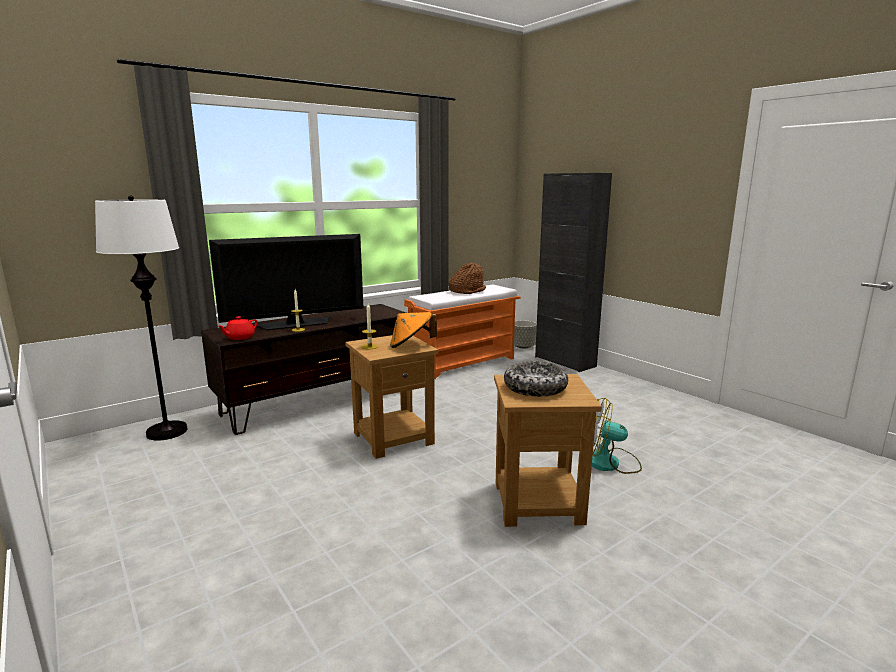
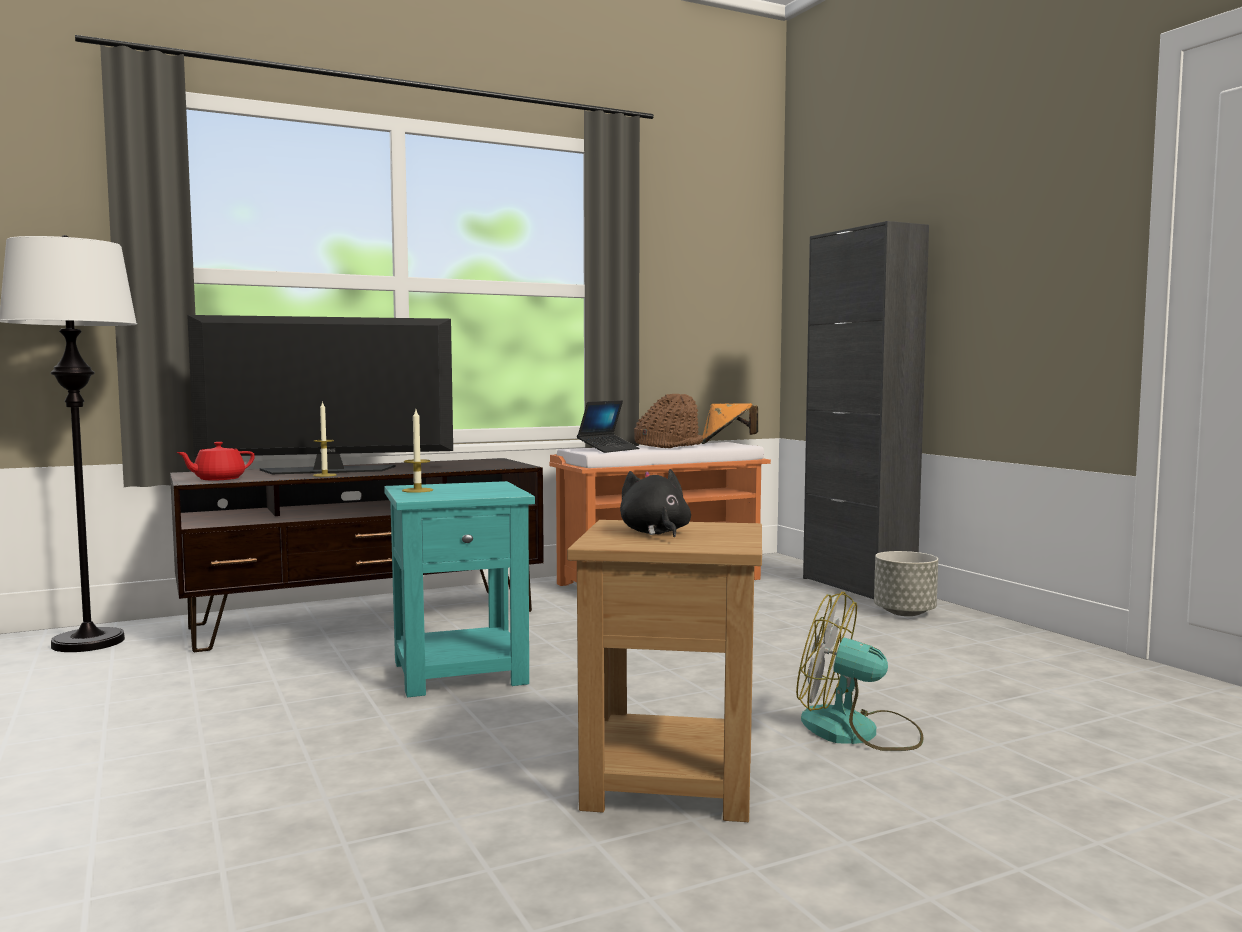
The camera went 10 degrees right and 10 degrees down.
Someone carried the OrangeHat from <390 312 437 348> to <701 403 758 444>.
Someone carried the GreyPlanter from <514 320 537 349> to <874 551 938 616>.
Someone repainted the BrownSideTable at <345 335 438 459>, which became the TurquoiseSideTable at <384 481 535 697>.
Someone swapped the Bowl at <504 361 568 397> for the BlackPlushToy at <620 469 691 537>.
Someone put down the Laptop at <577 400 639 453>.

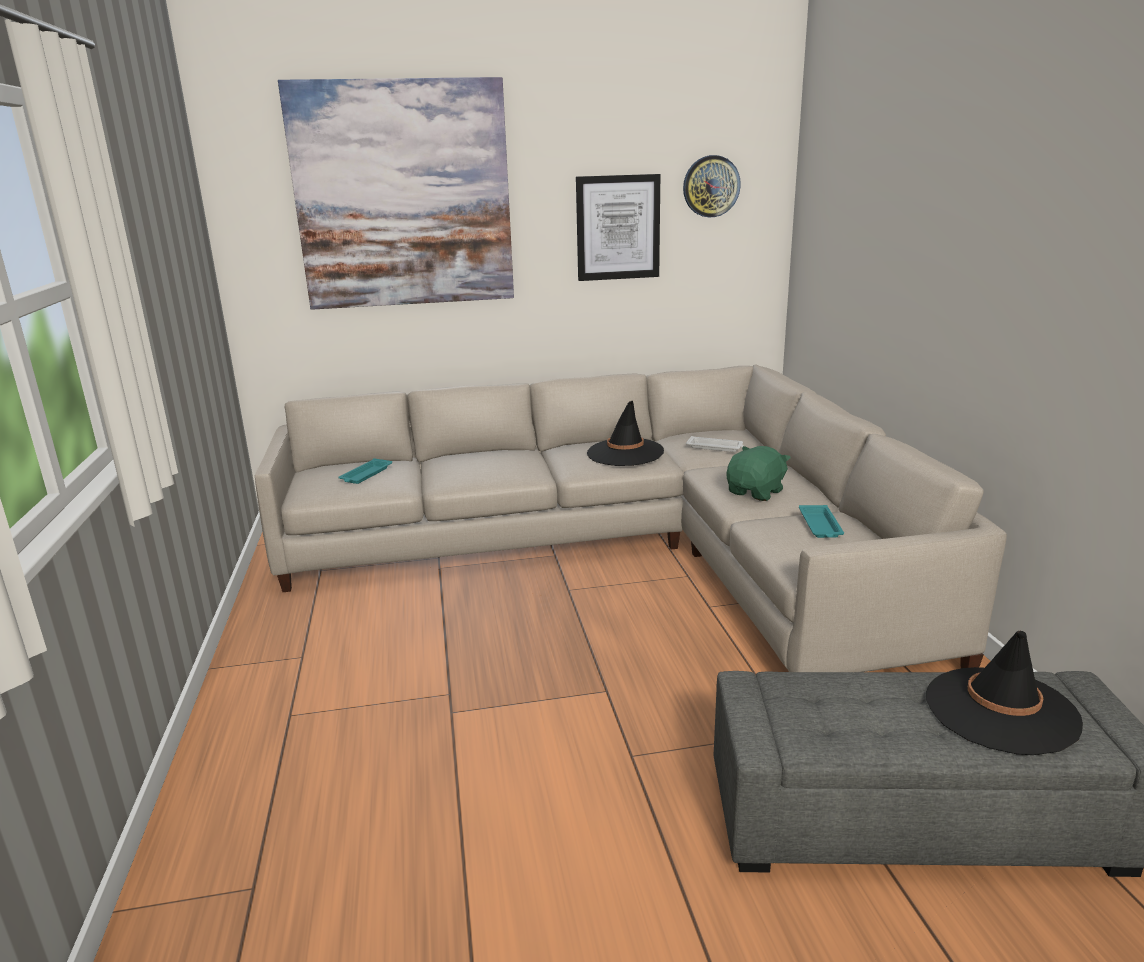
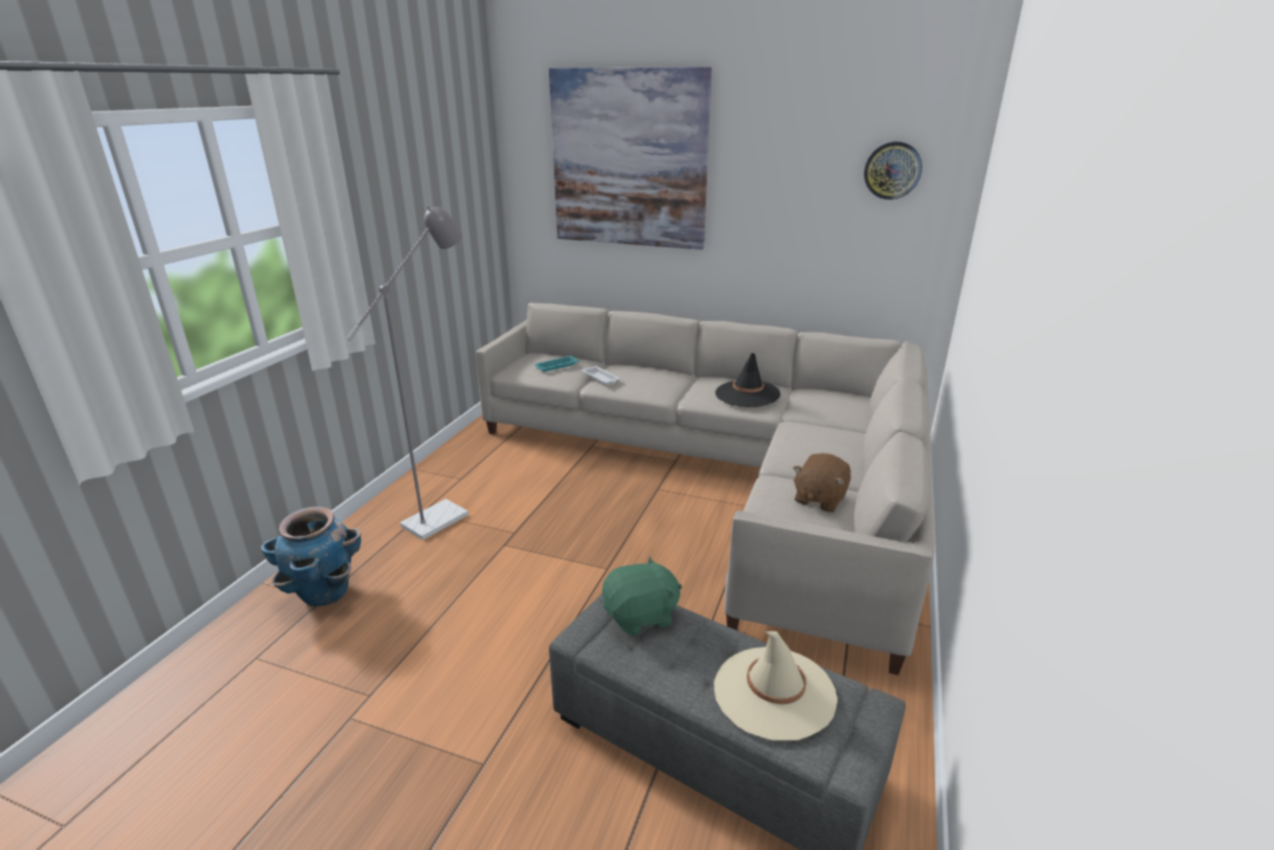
The camera went 30 degrees right and 5 degrees up.
Someone took away the Picture at <576 174 660 281>.
Someone carried the WhiteTray from <686 436 744 452> to <581 365 620 385>.
Someone carried the GreenPlushToy from <727 446 791 501> to <602 556 682 636>.
Someone swapped the TurquoiseTray at <799 505 844 538> for the BrownPlushToy at <793 453 851 513>.
Someone repainted the BlackHat at <926 631 1083 755>, which became the BeigeHat at <714 631 838 741>.
Someone put down the GreyFloorLamp at <346 206 469 540>.
Someone put down the Planter at <261 506 361 606>.

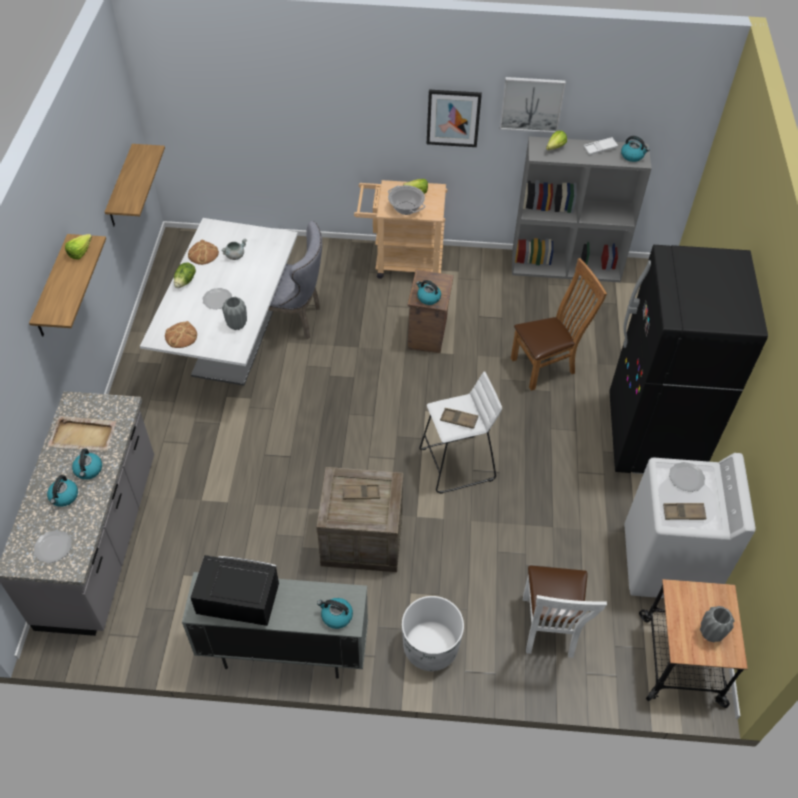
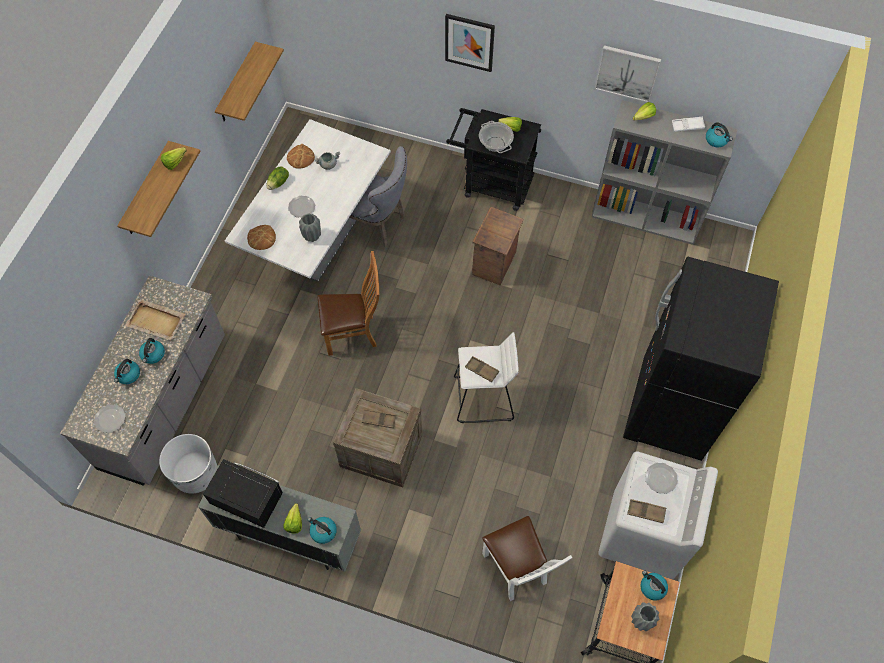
The camera went 15 degrees right and 10 degrees up.
Someone carried the Picture from <427 90 482 147> to <445 14 495 72>.
Someone repainted the BeigeCart at <354 180 447 279>, which became the BlackCart at <446 108 541 211>.
Someone carried the BrownChair from <511 258 607 391> to <317 251 379 356>.
Someone carried the Kettle from <416 280 441 305> to <640 570 668 601>.
Someone rotated the WhiteChair at <523 566 607 658> by 45 degrees counterclockwise.
Someone carried the WhitePlanter from <402 596 464 671> to <159 434 217 493>.
Someone put down the Lettuce at <283 503 302 533>.

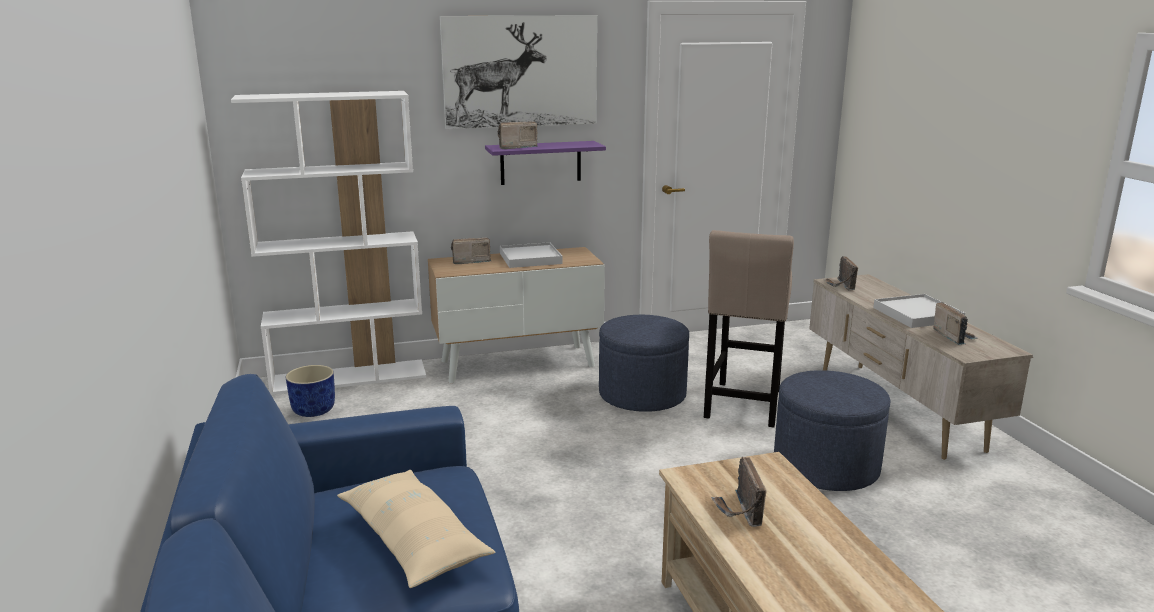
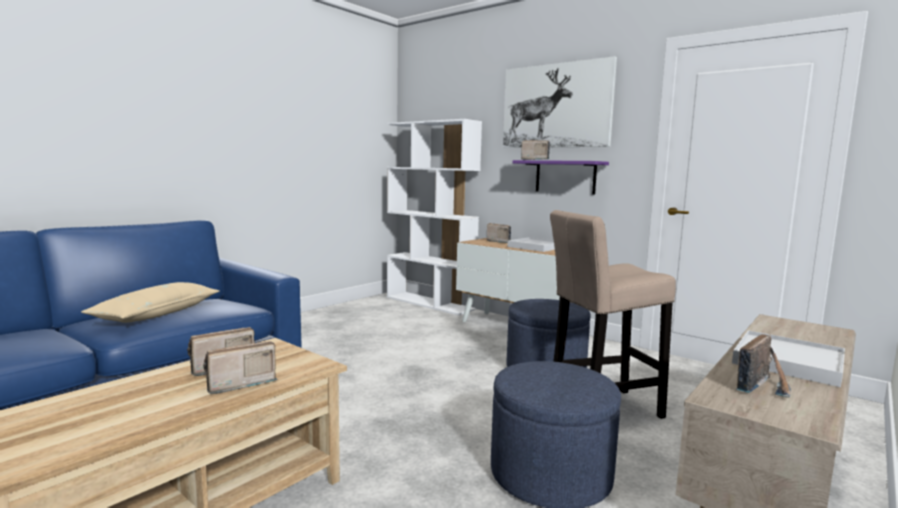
The camera went 55 degrees right and 10 degrees down.
Someone carried the Radio from <824 256 858 291> to <203 341 278 394>.
Someone took away the BluePlanter at <286 365 335 417>.

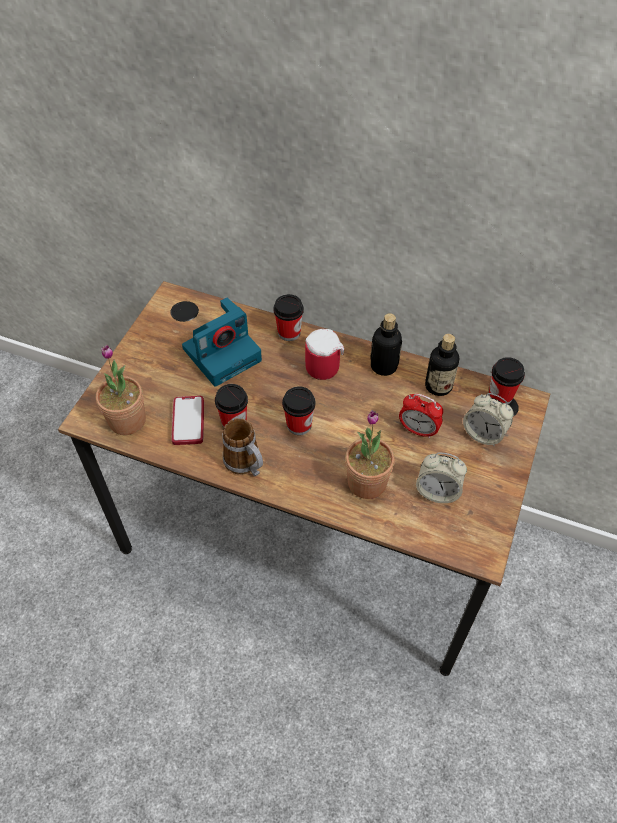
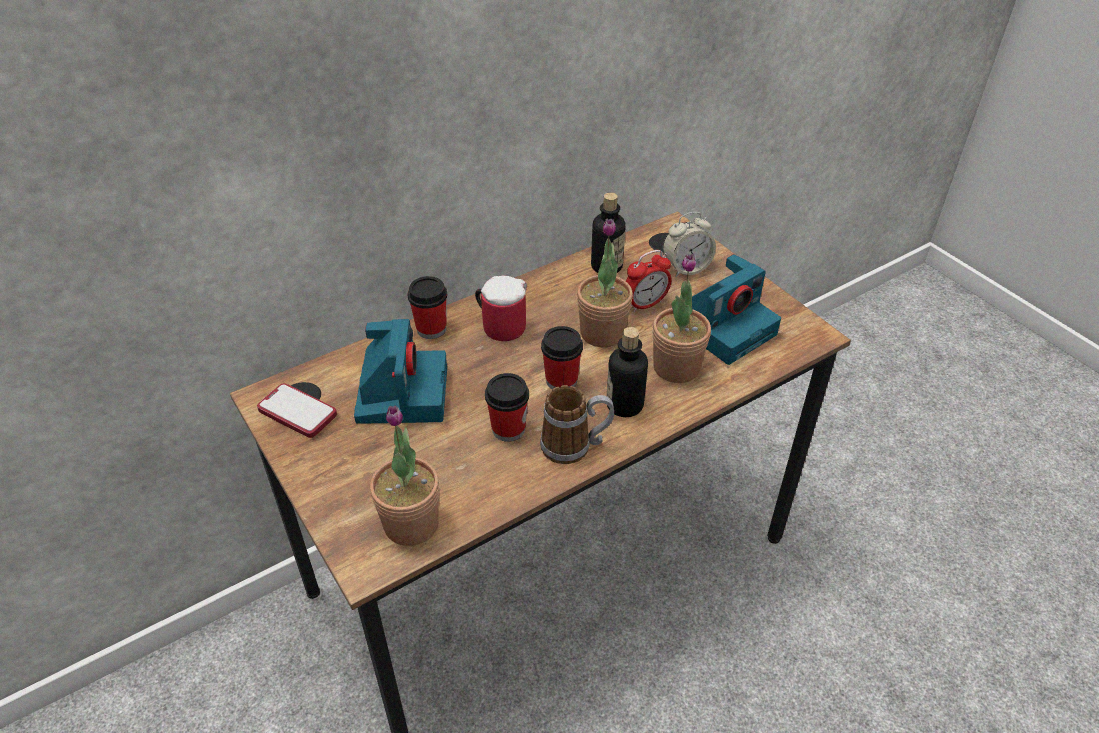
The camera went 55 degrees left and 10 degrees down.
Someone carried the Bottle from <370 313 402 376> to <607 327 648 417>.
Someone took away the Cup at <489 357 525 404>.
Someone carried the Phone from <171 396 204 445> to <257 383 337 438>.
Someone swapped the AlarmClock at <416 453 467 503> for the PhotoCamera at <692 254 781 365>.
Someone put down the PottedPlant at <577 219 633 347>.

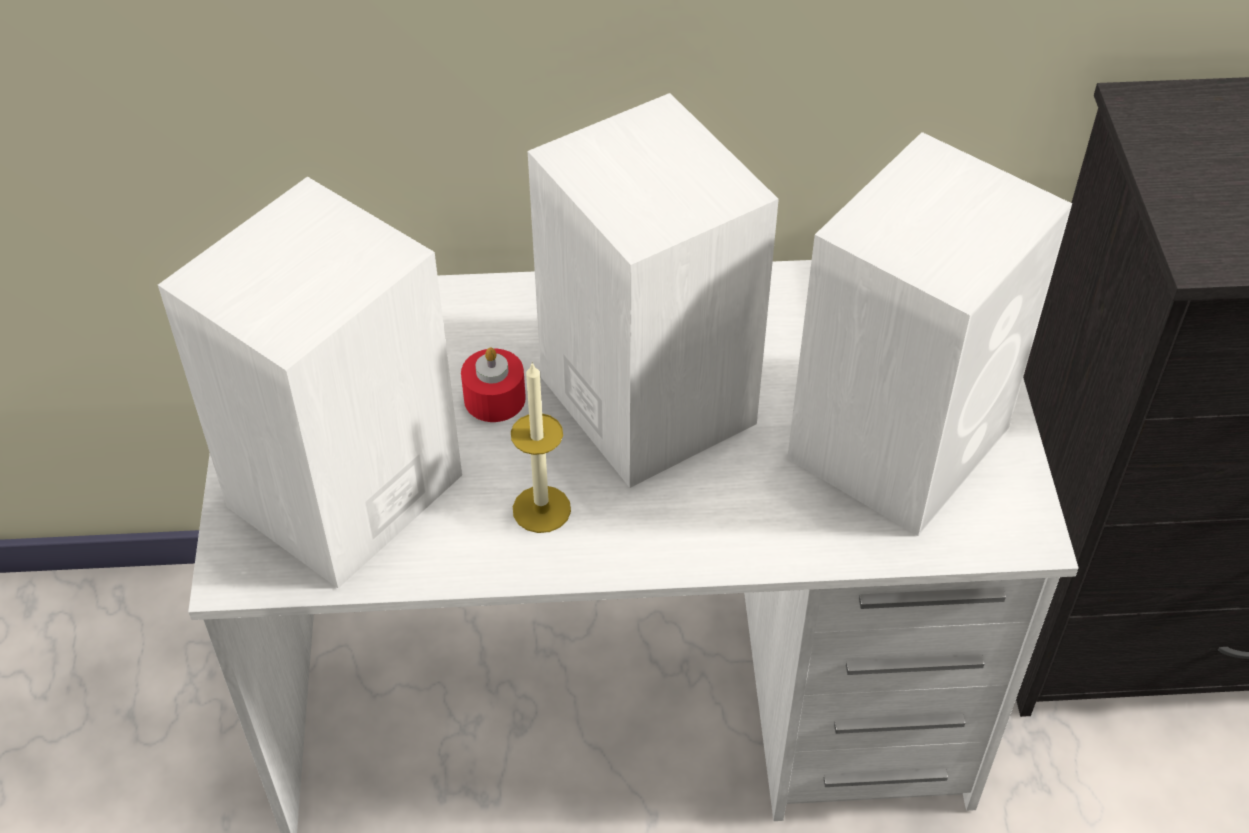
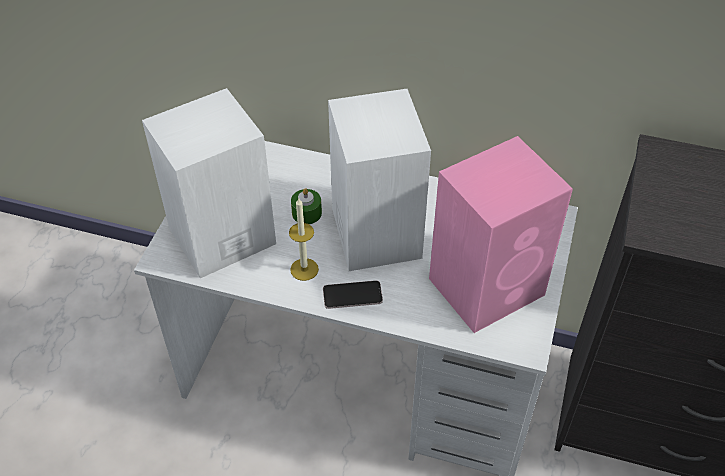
The camera went 20 degrees right and 0 degrees up.
Someone repainted the WhiteSpeaker at <787 132 1072 536>, which became the PinkSpeaker at <429 136 573 333>.
Someone repainted the RedCandle at <461 347 526 422>, which became the GreenCandle at <291 188 322 224>.
Someone put down the Phone at <323 280 383 309>.

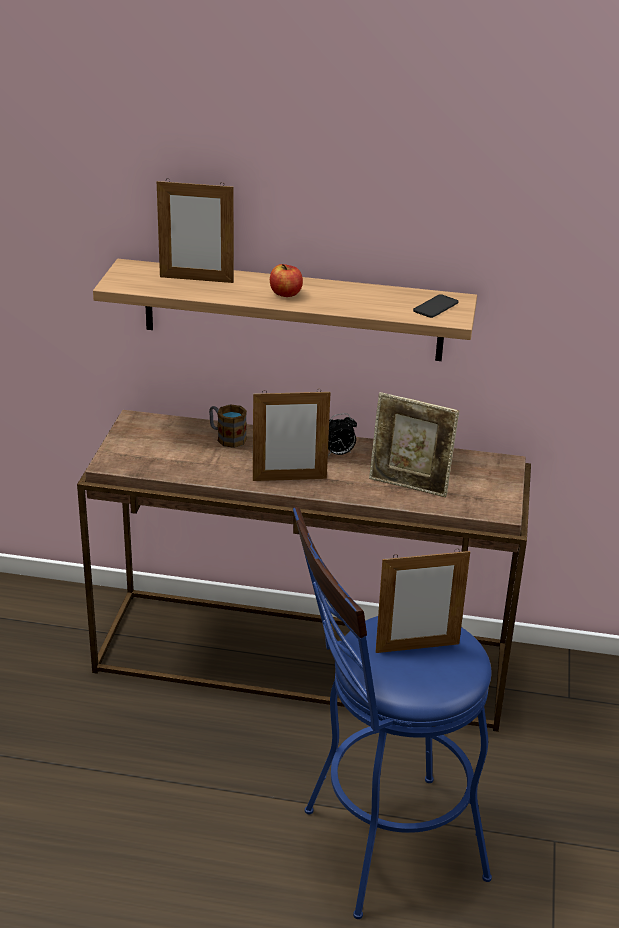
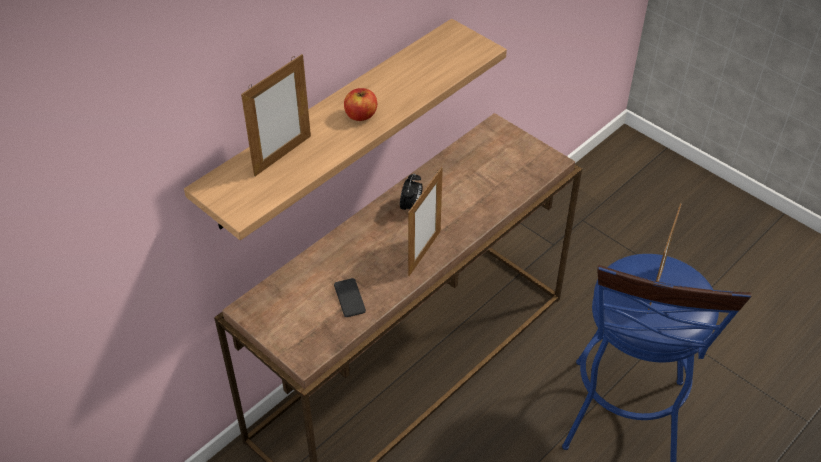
The camera went 55 degrees left and 15 degrees up.
Someone carried the Phone from <413 294 459 318> to <334 278 366 317>.
Someone took away the PictureFrame at <369 392 459 497>.
Someone took away the Mug at <209 404 247 448>.

